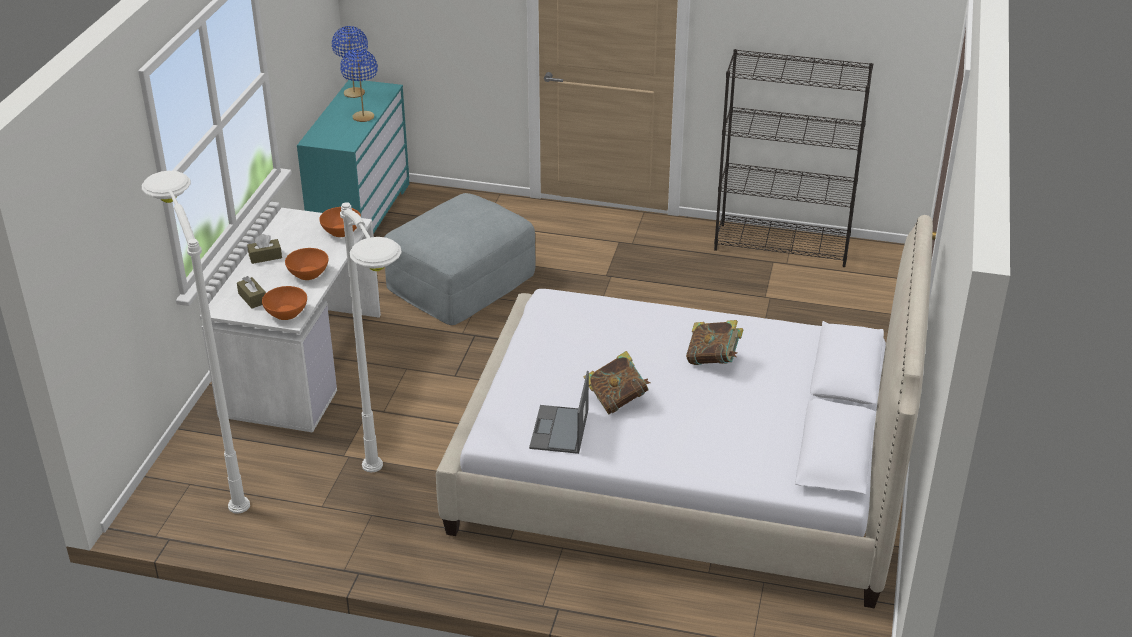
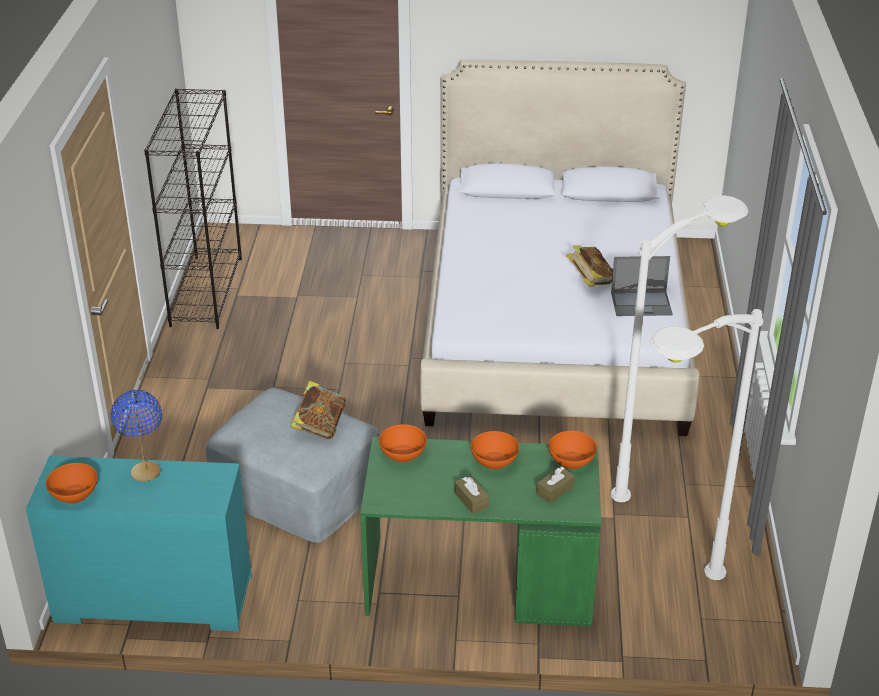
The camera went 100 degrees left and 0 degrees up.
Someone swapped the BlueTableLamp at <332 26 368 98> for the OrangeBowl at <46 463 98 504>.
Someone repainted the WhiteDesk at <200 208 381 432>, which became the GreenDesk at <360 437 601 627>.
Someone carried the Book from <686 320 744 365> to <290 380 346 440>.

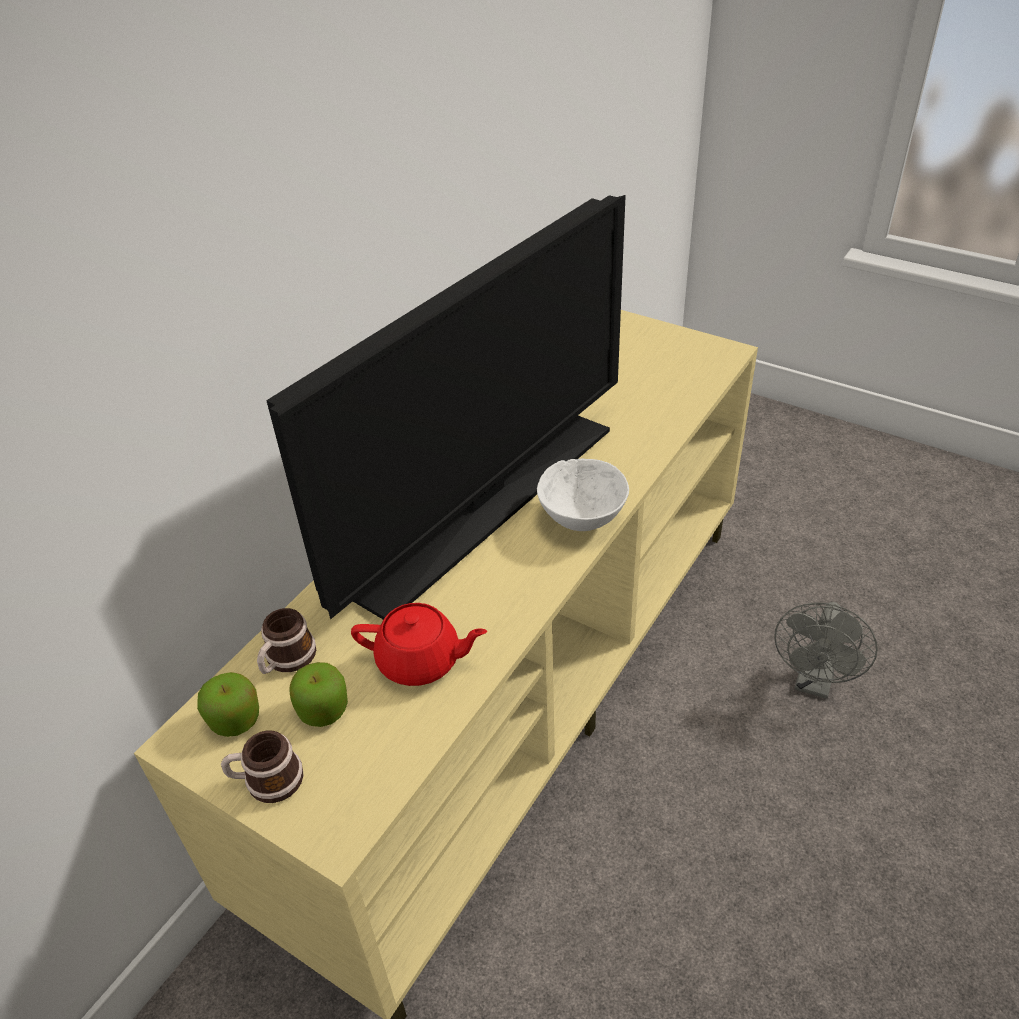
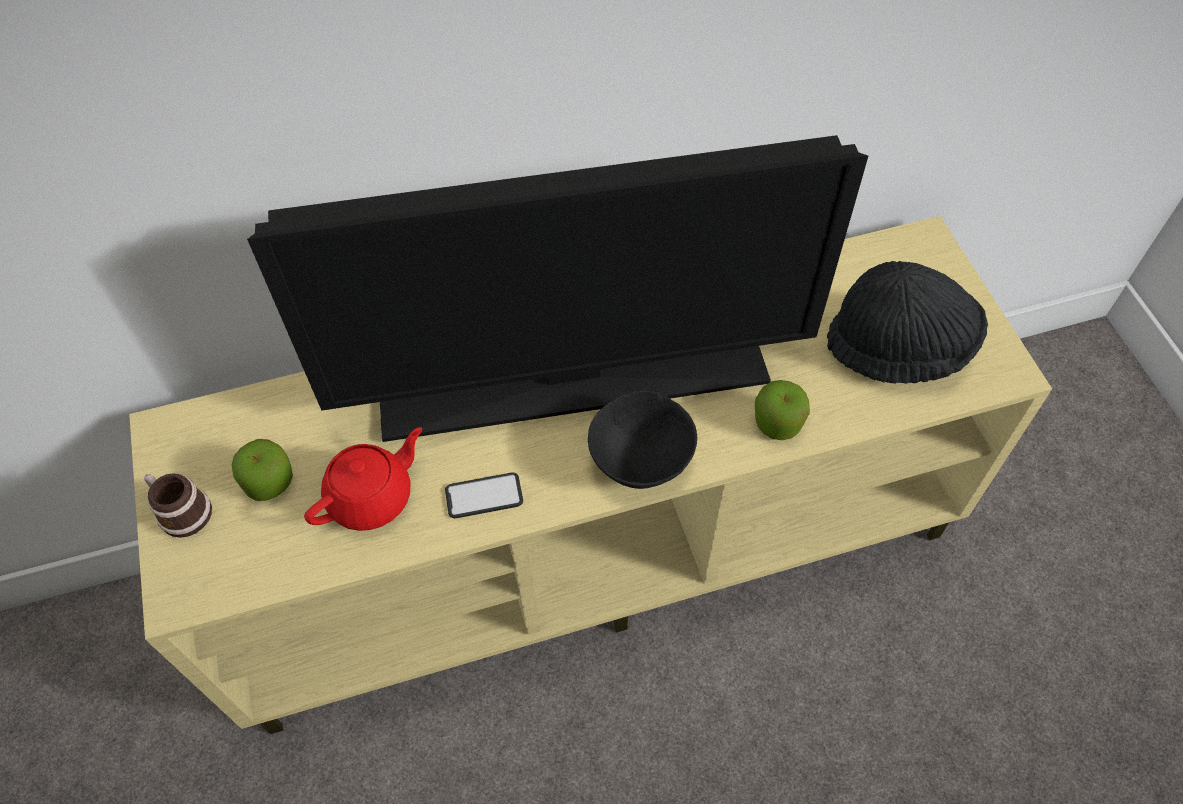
The camera went 40 degrees right and 15 degrees up.
Someone repainted the WhiteBowl at <537 459 629 531>, which became the BlackBowl at <588 391 697 489>.
Someone took away the GreyFan at <774 602 878 699>.
Someone rotated the RedTeapot at <351 603 487 686> by 90 degrees counterclockwise.
Someone took away the Mug at <257 608 316 674>.
Someone carried the Apple from <197 672 259 737> to <755 380 810 440>.
Someone put down the BlackHat at <827 261 988 384>.
Someone put down the Phone at <445 472 523 518>.

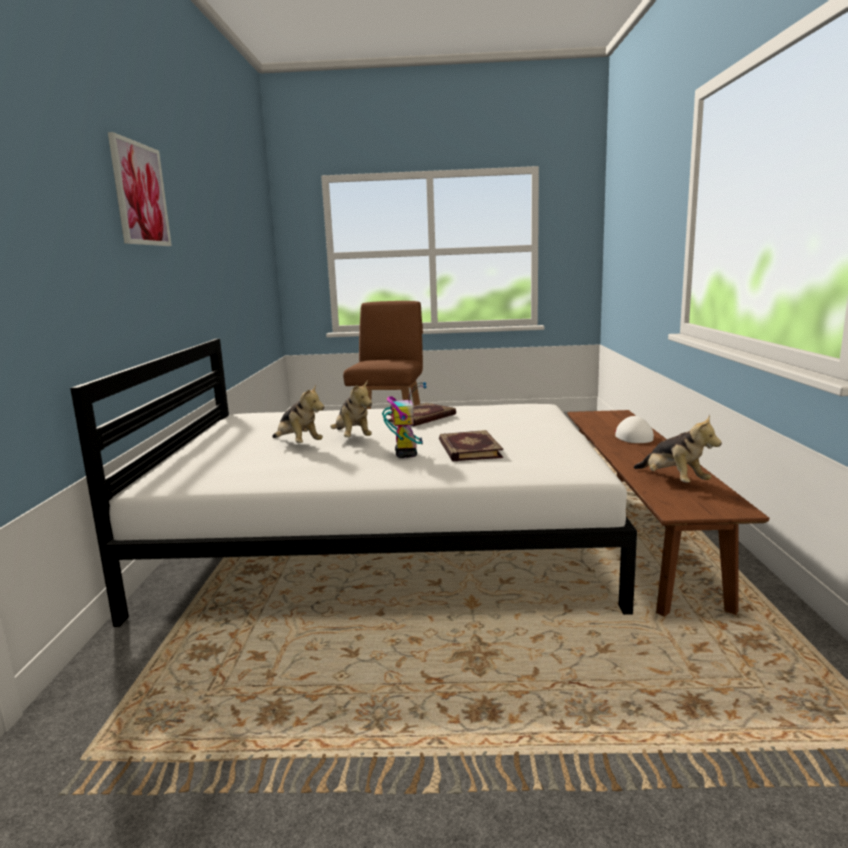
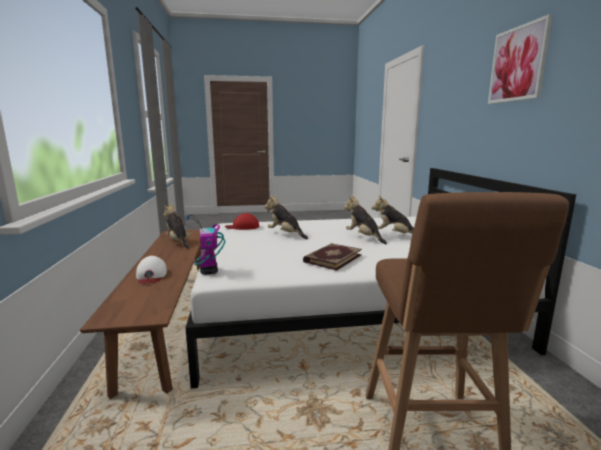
The camera went 170 degrees right and 0 degrees up.
Someone carried the ToyRobot from <382 382 427 458> to <186 215 225 274>.
Someone swapped the Book at <439 430 503 462> for the PlushToy at <264 195 308 239>.
Someone put down the RedCap at <225 213 259 230>.

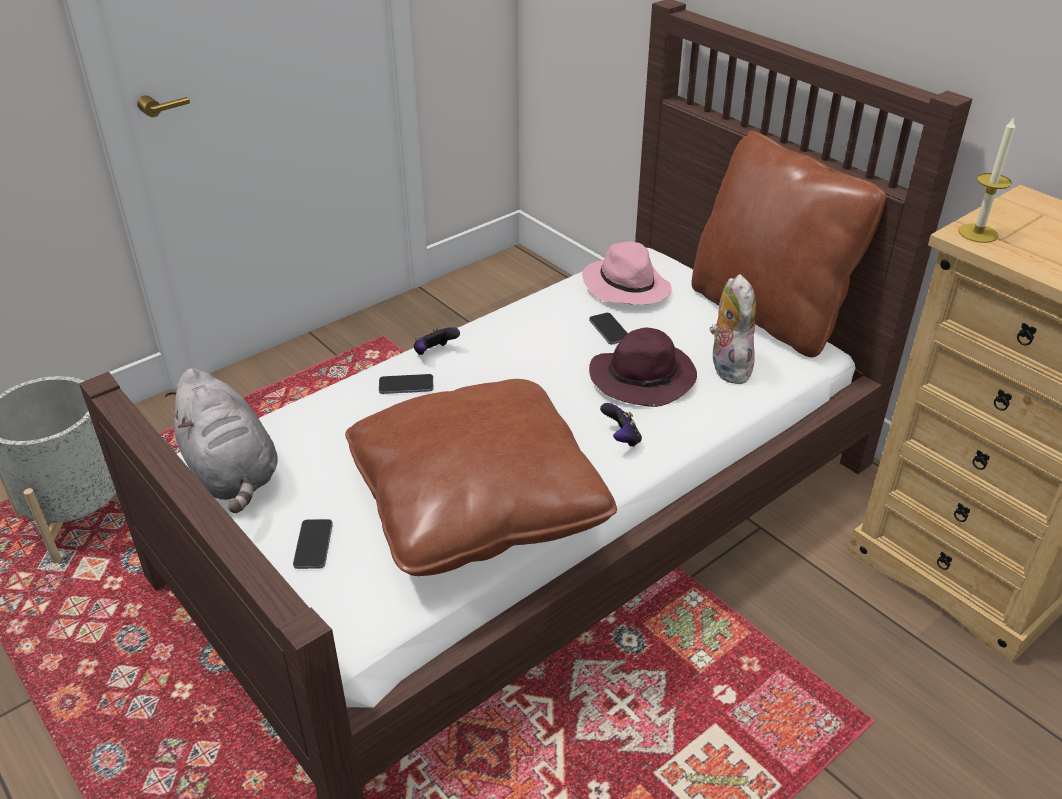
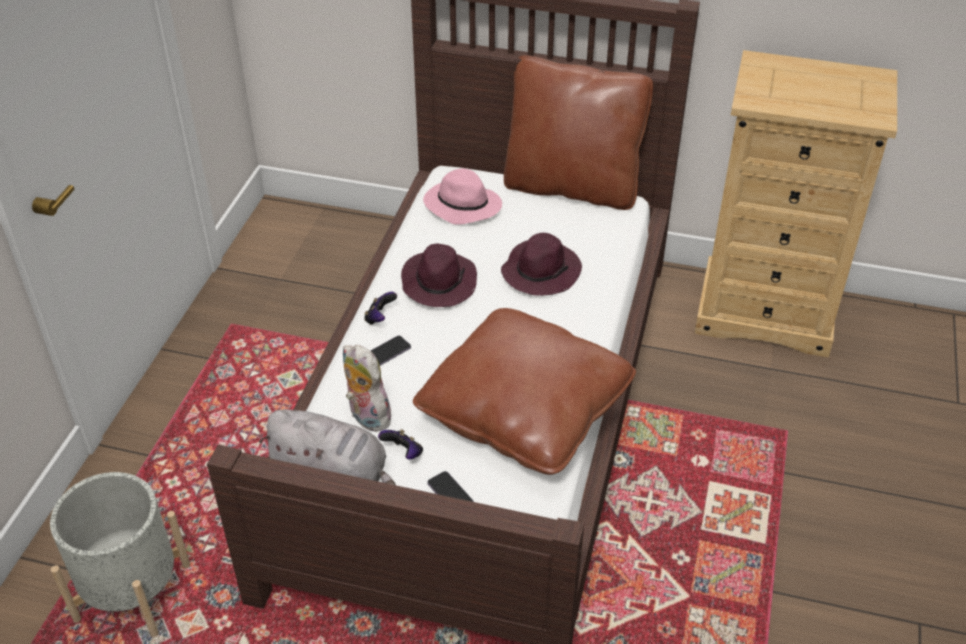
The camera went 35 degrees left and 5 degrees up.
Someone took away the Candle at <959 117 1015 243>.
Someone carried the PlushToy from <710 274 756 384> to <343 345 391 432>.
Someone took away the Phone at <589 313 628 345>.
Someone carried the GameController from <600 403 642 447> to <378 429 423 459>.
Someone put down the PurpleHat at <401 244 477 307>.

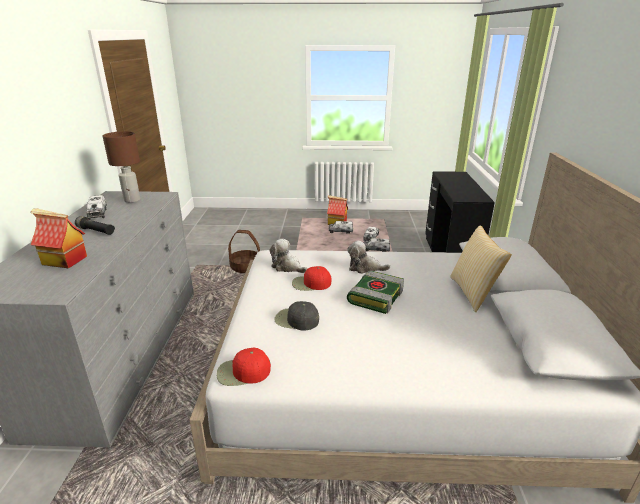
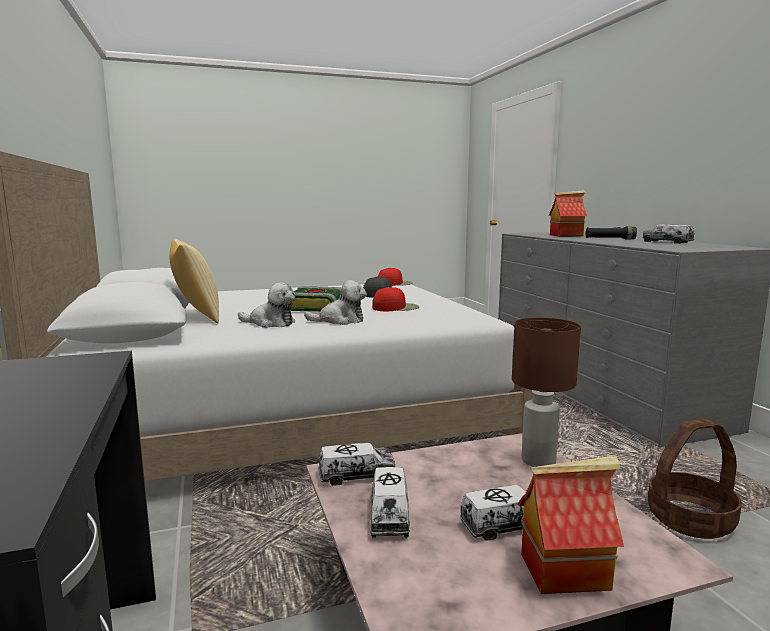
The camera went 160 degrees right and 15 degrees down.
Someone carried the BrownTableLamp from <103 131 140 203> to <512 318 581 467>.
Someone carried the PlushToy from <270 239 307 273> to <238 282 295 328>.

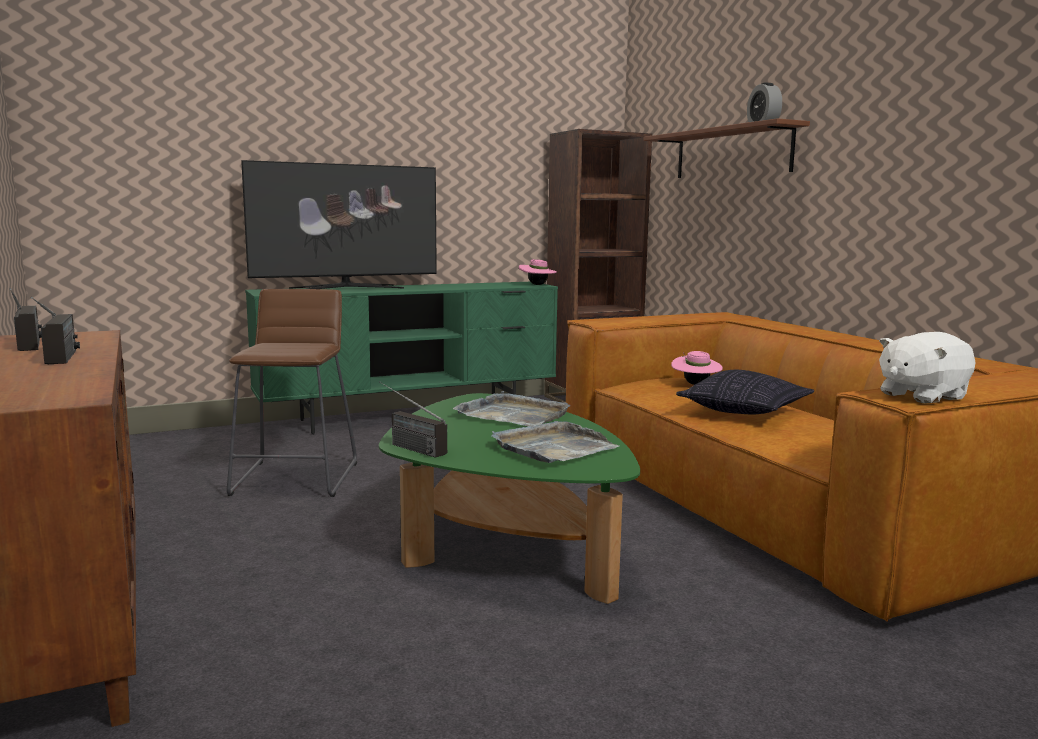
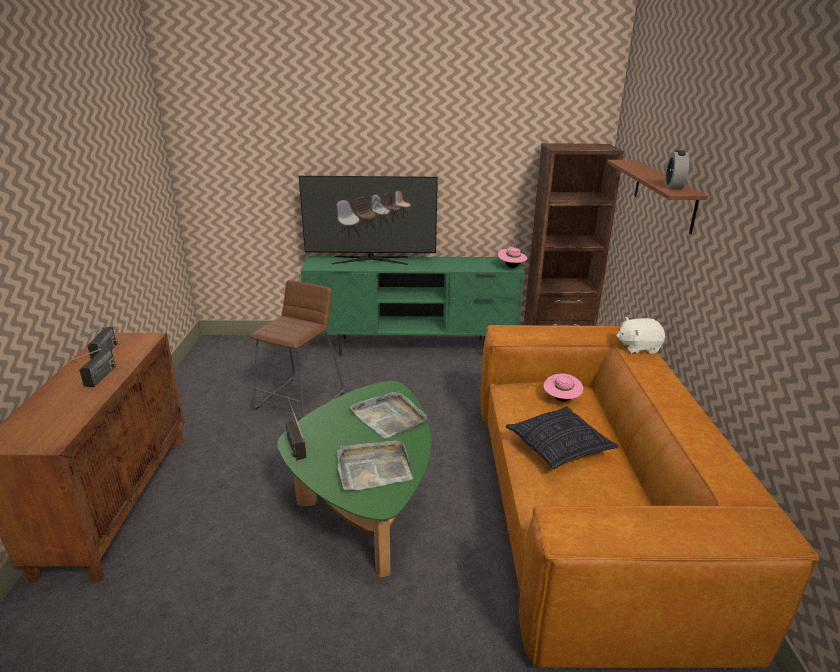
The camera went 25 degrees right and 15 degrees up.
Someone carried the WhitePlushToy from <879 332 976 404> to <616 317 665 354>.

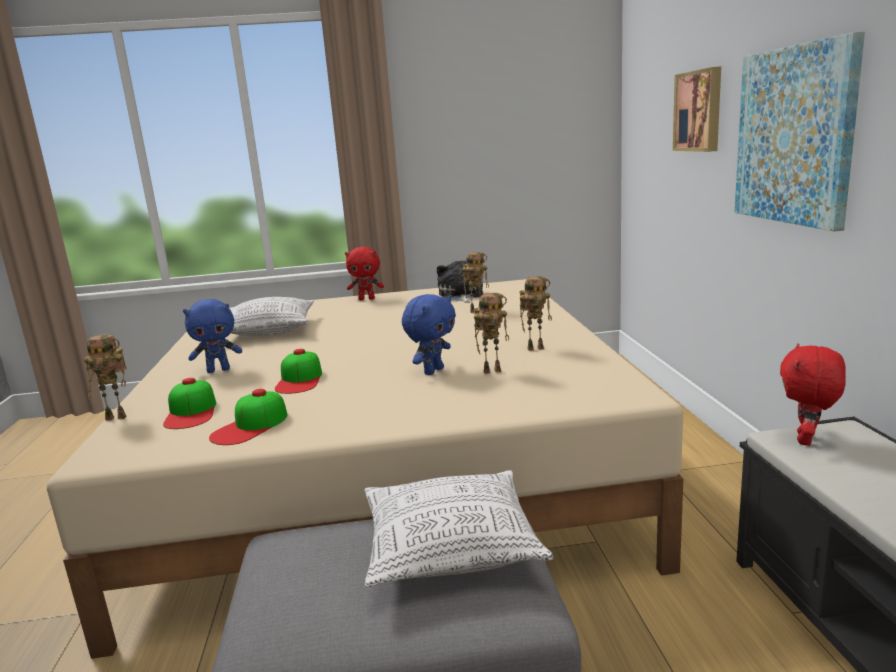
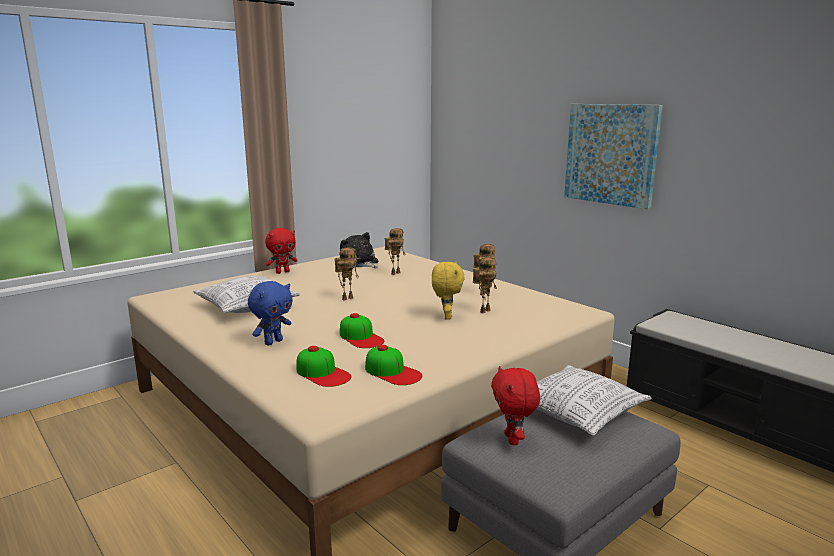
The camera went 35 degrees left and 0 degrees up.
Someone took away the Picture at <673 67 721 152>.
Someone repainted the BluePlushToy at <402 294 456 375>, which became the YellowPlushToy at <432 262 465 320>.
Someone carried the ToyRobot from <84 334 127 421> to <335 248 359 301>.
Someone carried the RedPlushToy from <780 344 846 446> to <491 366 540 445>.
Someone rotated the Cap at <209 389 287 445> by 45 degrees counterclockwise.

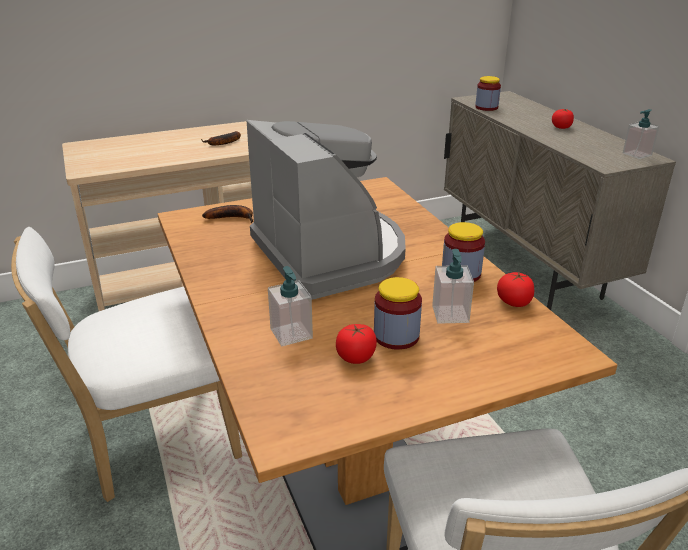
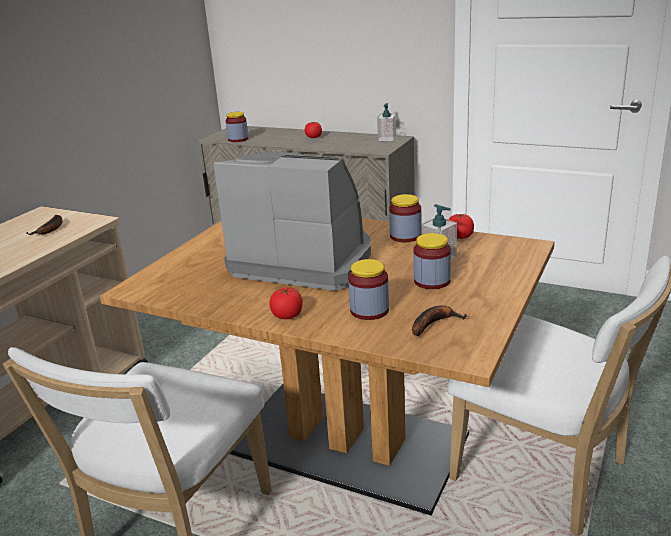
The camera went 40 degrees left and 5 degrees down.
Someone carried the Banana from <202 205 253 223> to <412 306 467 336>.
Someone swapped the SoapDispenser at <268 266 313 346> for the Jar at <348 259 389 320>.
Someone carried the Tomato from <336 324 377 364> to <270 287 303 319>.

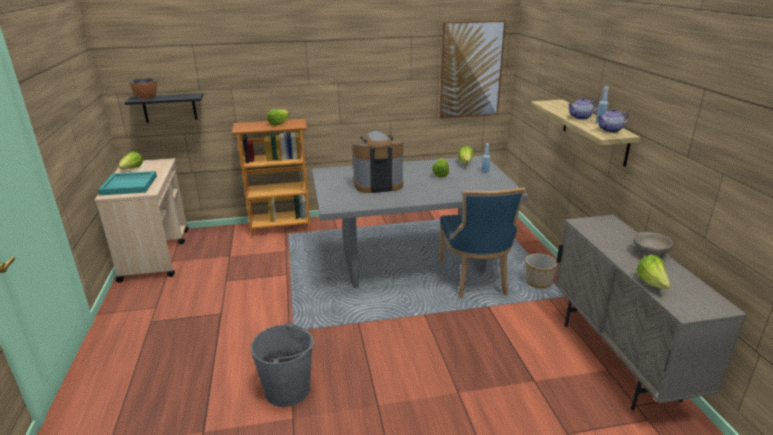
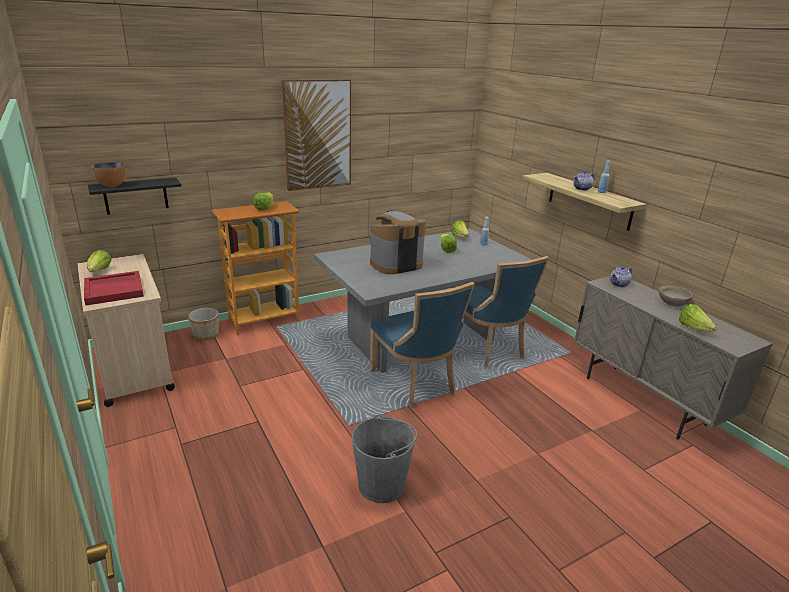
The camera went 20 degrees left and 0 degrees up.
Someone carried the Picture from <439 20 506 119> to <281 79 351 191>.
Someone carried the Teapot from <597 109 629 133> to <610 266 632 287>.
Someone repainted the TurquoiseTray at <98 171 157 195>, which became the RedTray at <84 271 144 306>.
Someone carried the Planter from <525 254 557 289> to <188 308 219 340>.
Someone put down the BlueChair at <369 282 475 408>.

